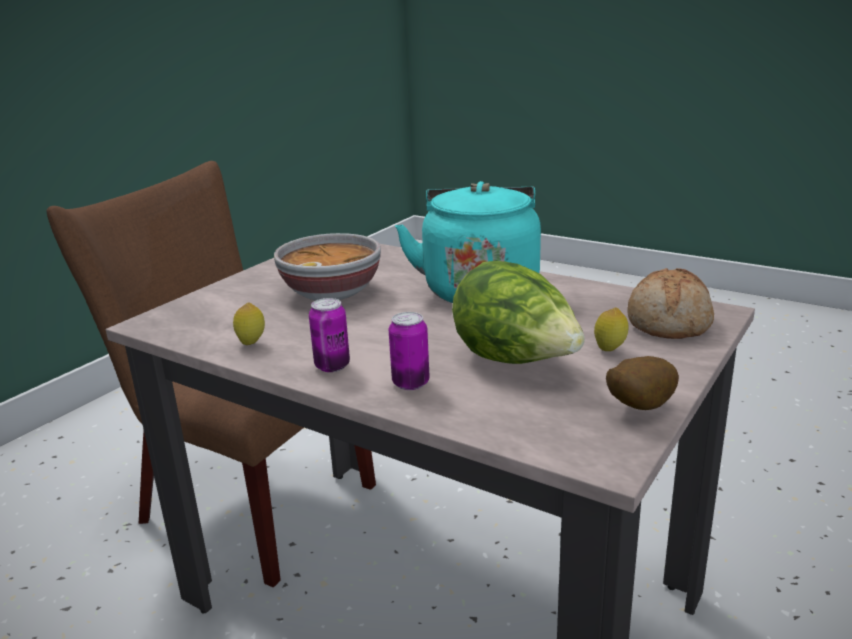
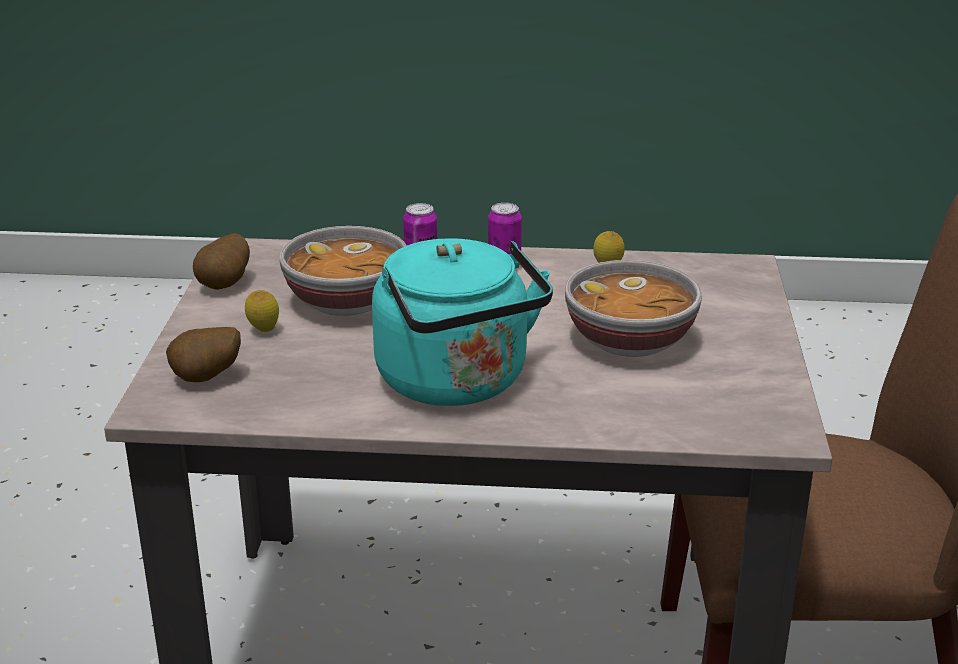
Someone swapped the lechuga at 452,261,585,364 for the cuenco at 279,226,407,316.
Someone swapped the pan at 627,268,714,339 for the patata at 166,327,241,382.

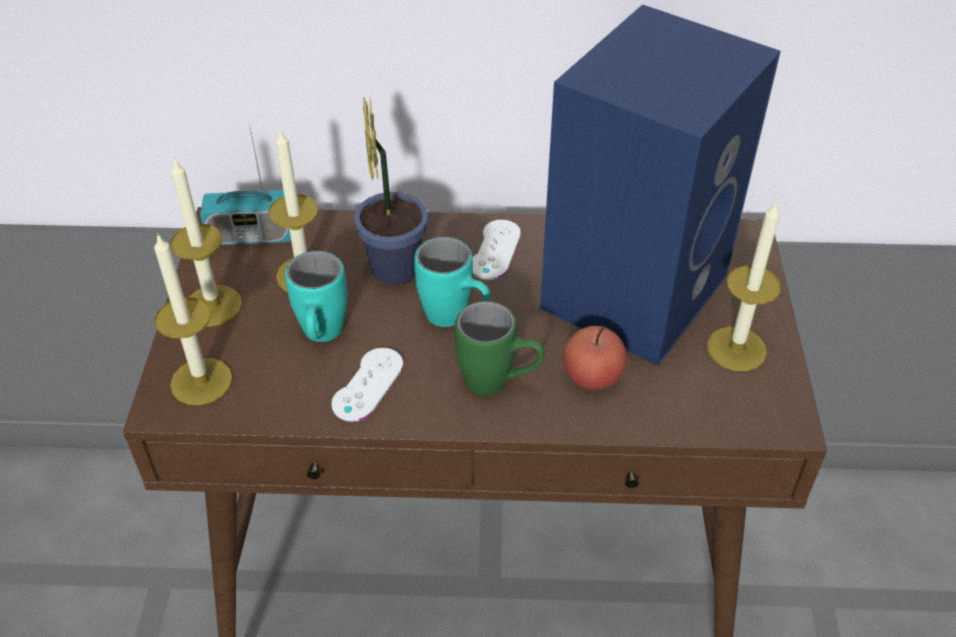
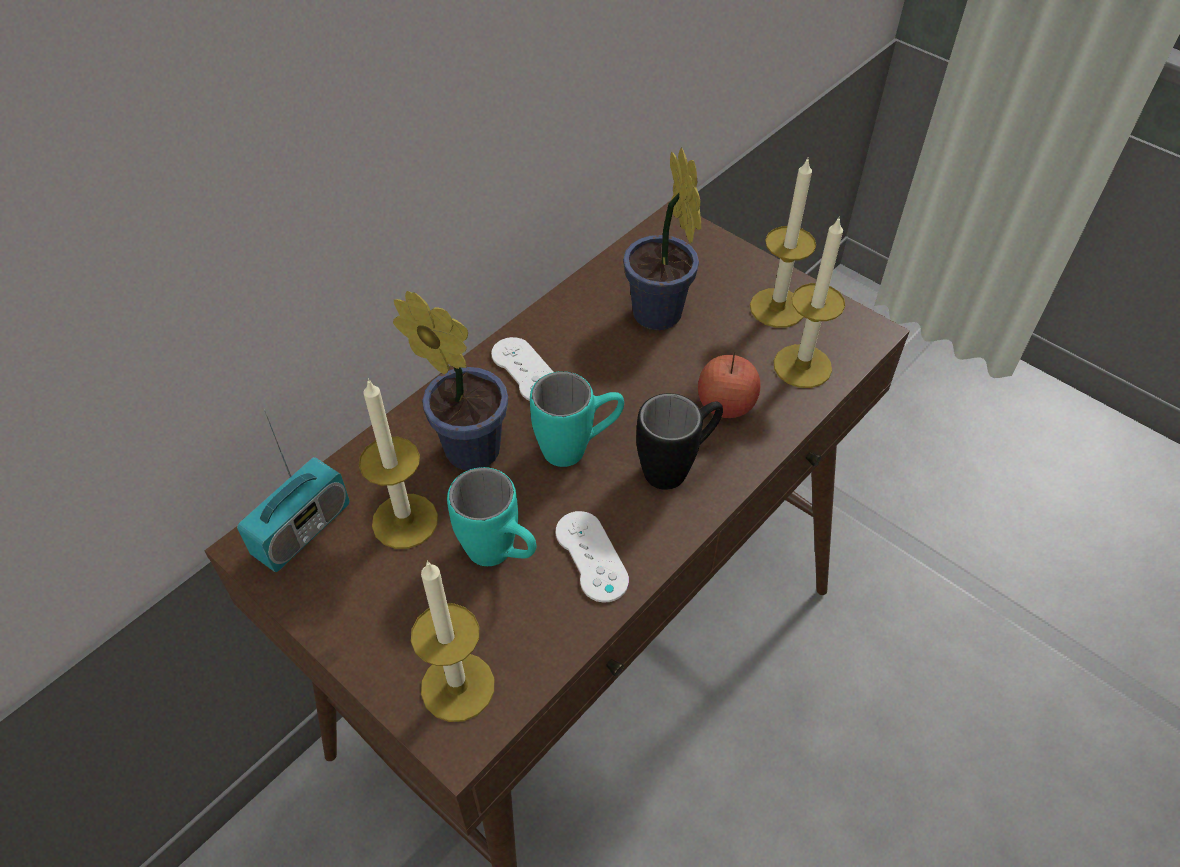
Someone swapped the altavoz/azul at 540,4,781,366 for the planta en maceta at 623,147,701,330.
Someone carried the vela from 170,157,242,327 to 773,216,845,388.
Someone repainted the taza grande/verde at 455,301,545,395, which became the taza grande/negro at 636,393,723,490.

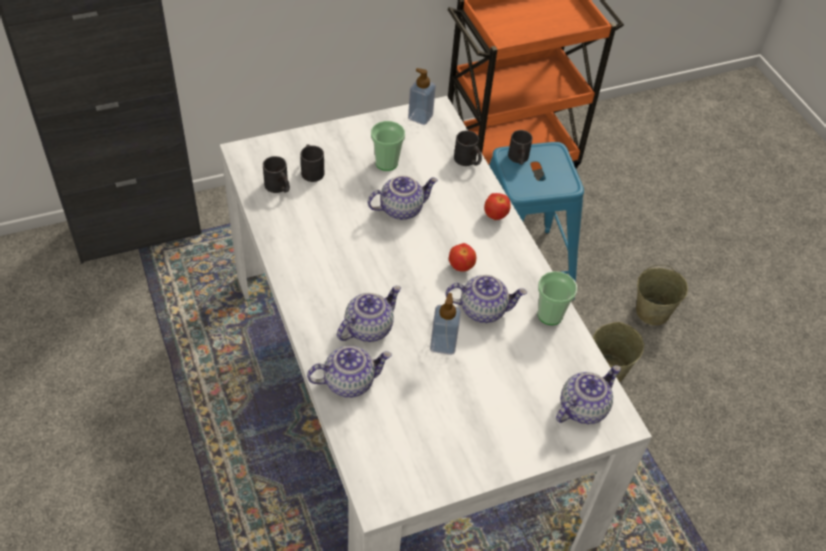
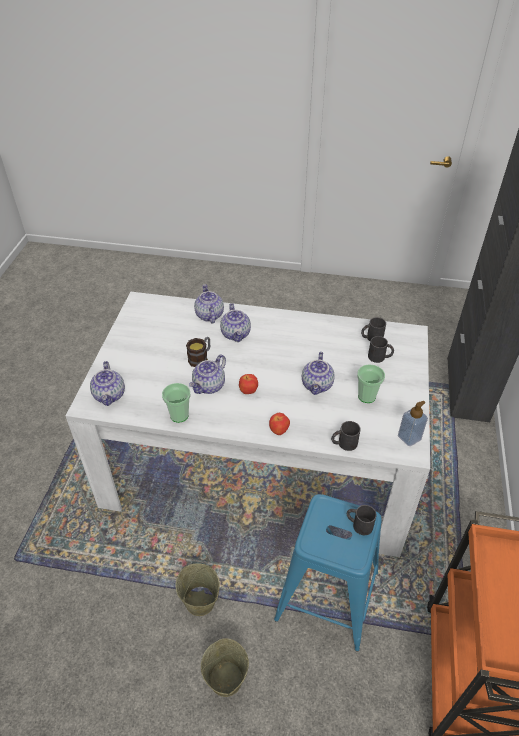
Someone swapped the dispensador de jabón at 430,293,461,355 for the taza grande at 186,337,210,367.
Someone rotated the tetera at 307,346,392,398 by 150 degrees clockwise.

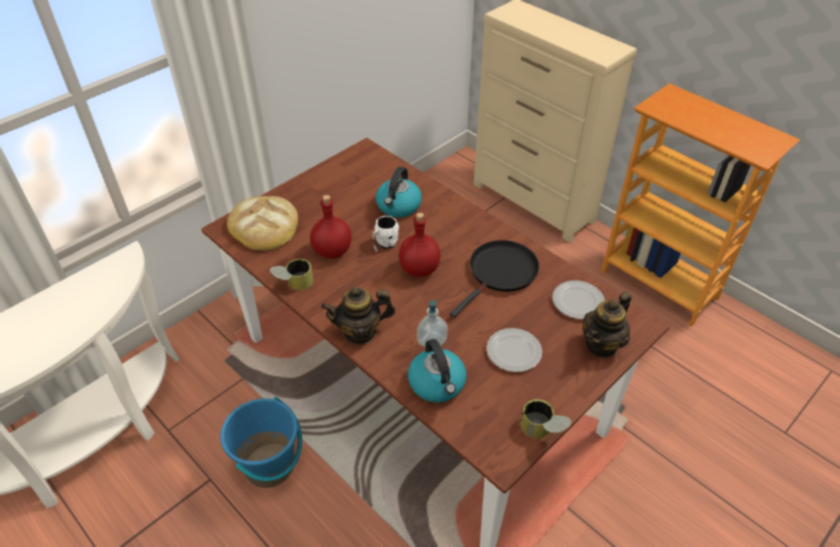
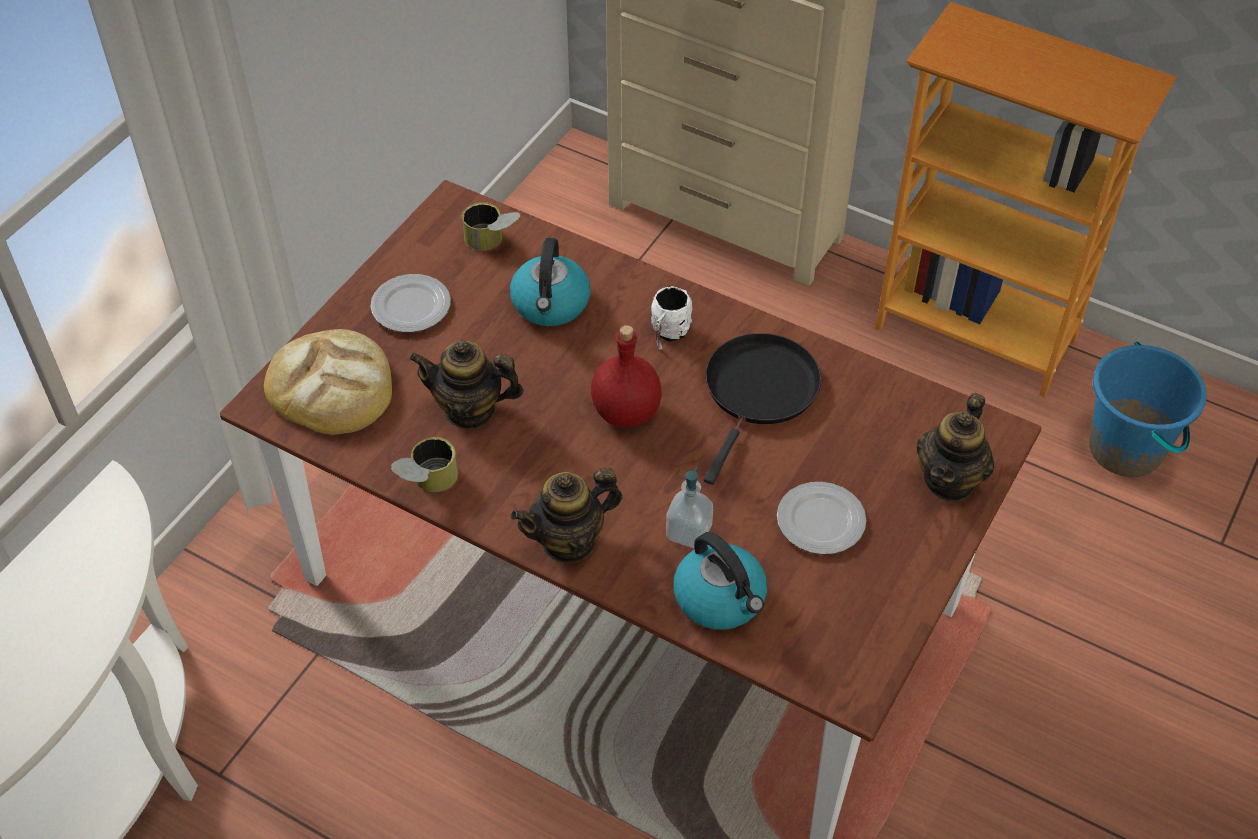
Someone swapped the botella/rojo at 310,195,352,258 for the tetera at 409,340,524,429.
Someone carried the taza grande/blanco from 372,216,399,252 to 651,286,693,349.
Someone carried the plato from 552,281,605,319 to 370,274,451,332.
Someone carried the cubo/azul from 220,397,302,488 to 1089,341,1207,477.
Someone carried the lata from 521,399,571,438 to 462,202,520,251.

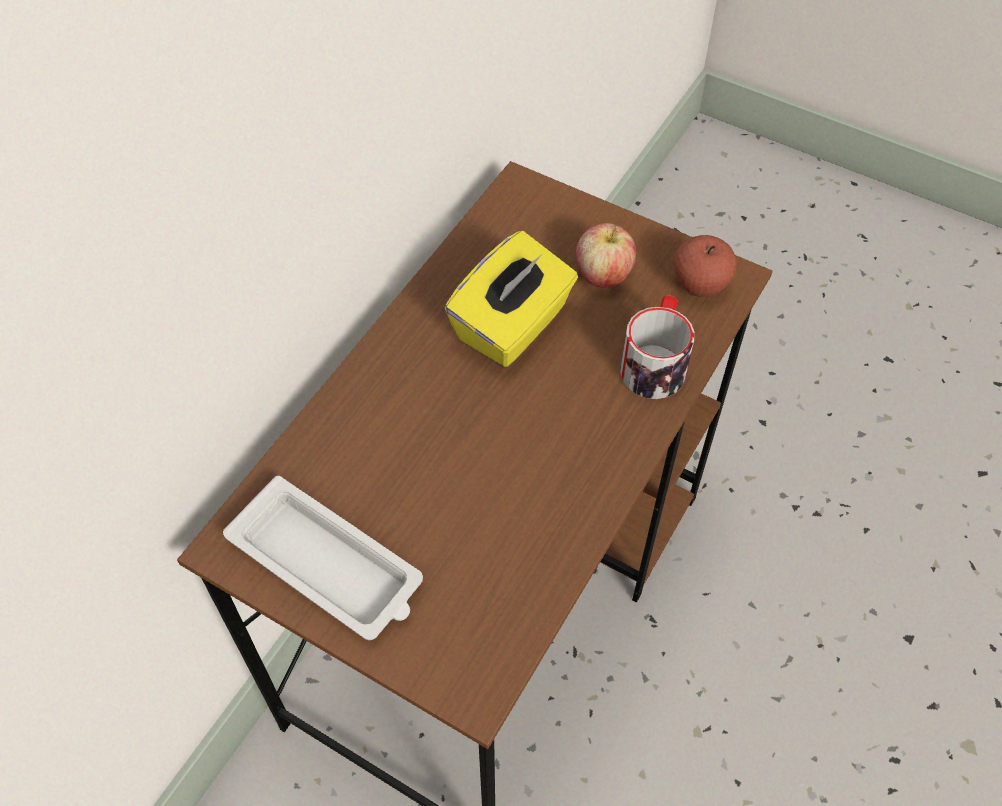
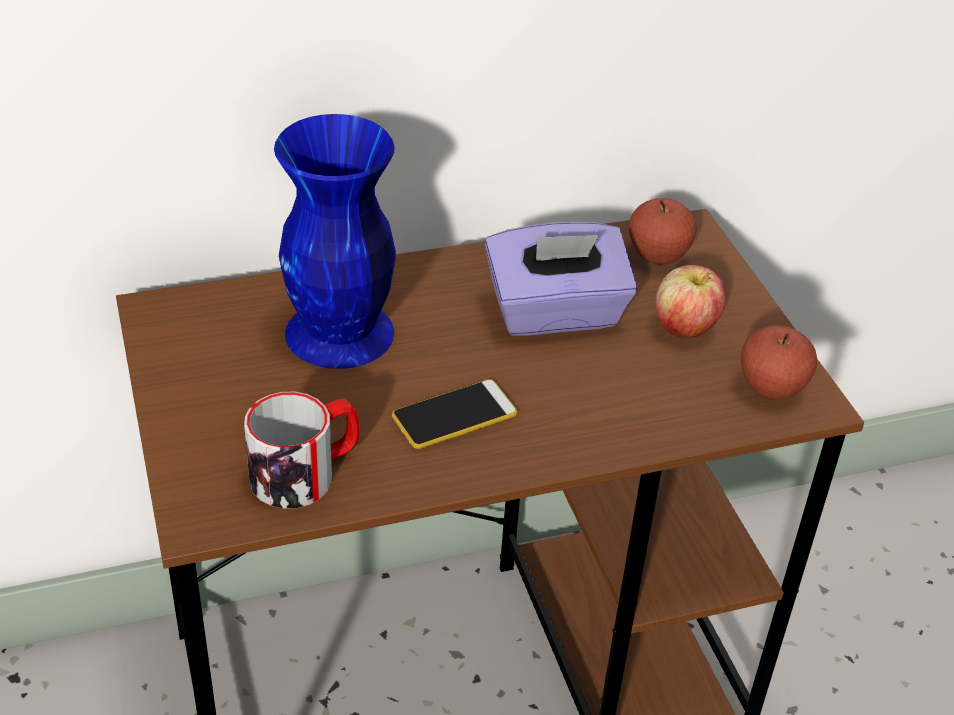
Someone repainted the caja de pañuelos/amarillo at 445,231,578,367, which became the caja de pañuelos/morado at 484,222,637,336.
Someone carried the taza grande from 621,295,695,399 to 244,392,360,509.
Someone took away the bandeja/blanco at 223,476,423,640.
Someone put down the florero/azul at 274,114,396,369.
Someone put down the manzana at 629,198,697,265.
Someone put down the móvil at 392,379,518,449.

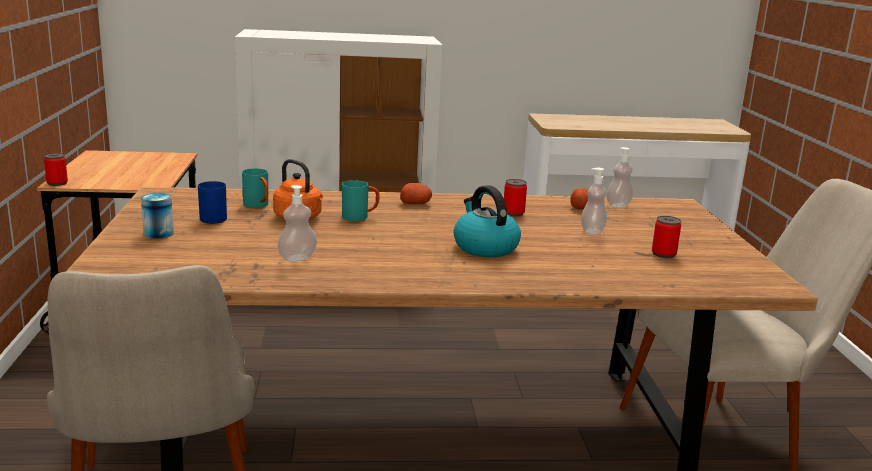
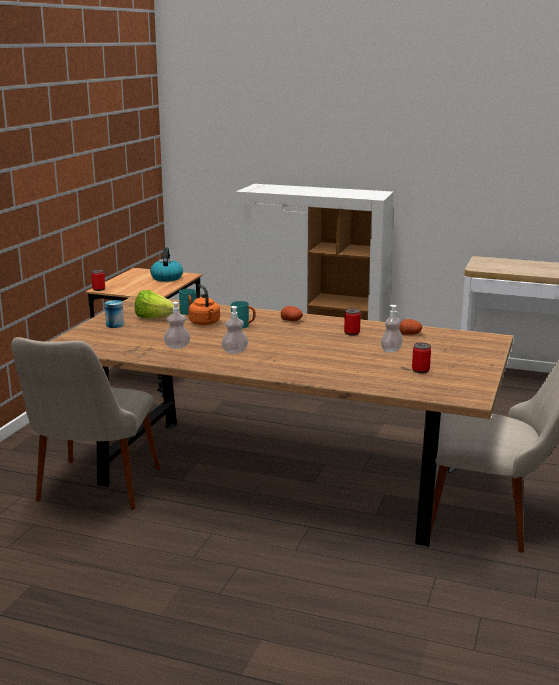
Someone carried the dispensador de jabón from 606,147,634,208 to 222,306,248,354.
Someone swapped the taza grande/azul at 198,181,227,224 for the lechuga at 135,290,180,319.
Someone carried the hervidor from 454,185,521,257 to 150,248,183,282.

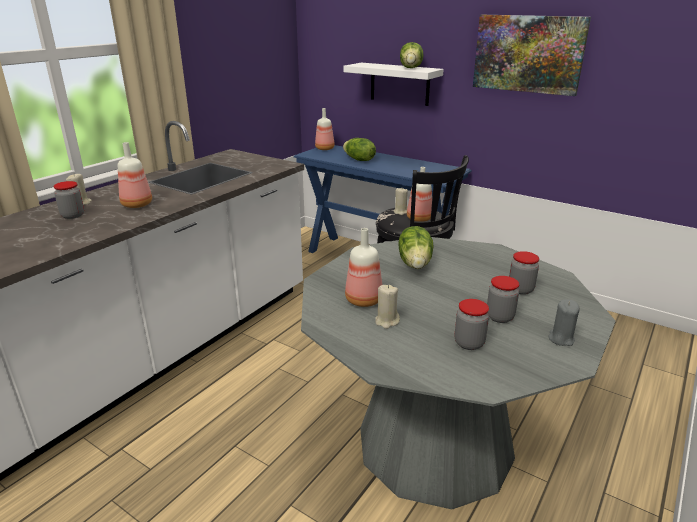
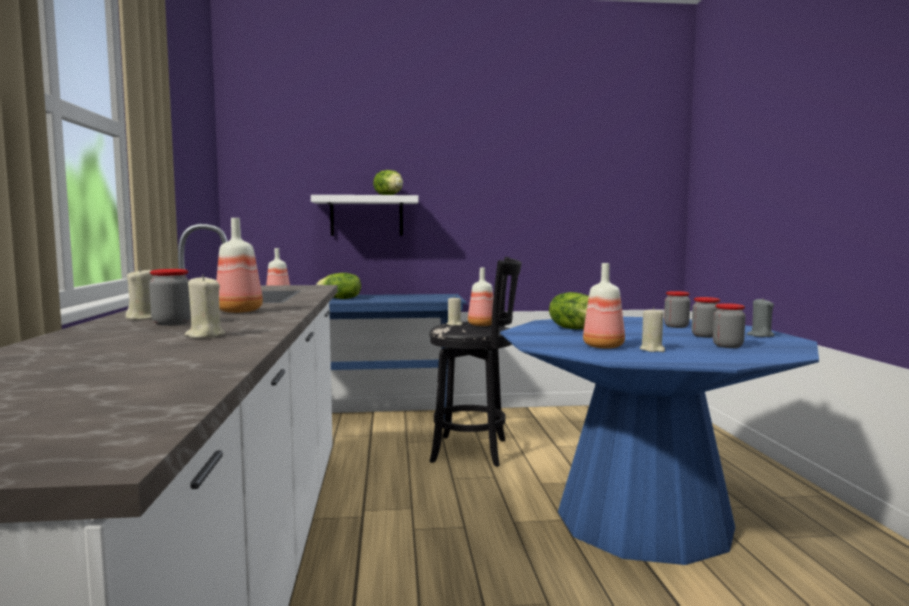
Someone took away the cuadro at 473,15,591,96.
Someone repainted the mesa de comedor/gris at 301,237,616,509, which became the mesa de comedor/azul at 500,317,819,565.
Someone put down the vela/beis at 184,275,225,338.

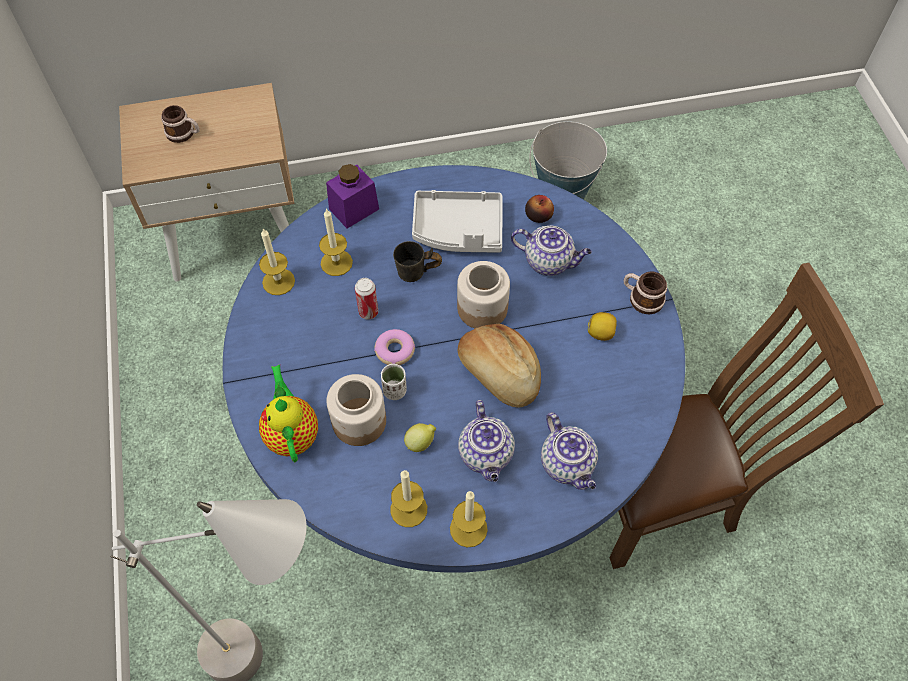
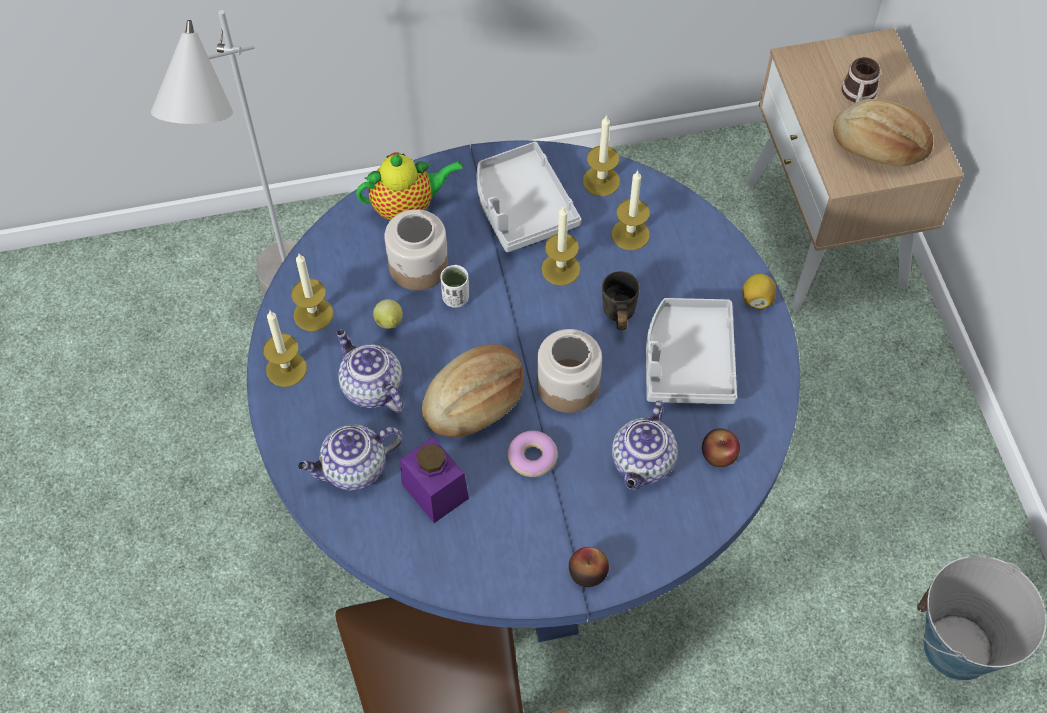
Someone carried the tarro/morado from 326,164,379,229 to 400,437,469,523.
Someone swapped the taza grande at 624,271,667,315 for the manzana at 569,547,609,587.
Someone swapped the lata at 355,278,378,319 for the vela at 541,206,580,286.
Someone carried the limón from 588,312,617,341 to 742,274,776,309.
Someone carried the rosquilla from 374,329,415,365 to 507,431,558,477.
Someone rotated the tetera at 458,400,515,482 by 60 degrees clockwise.
Someone put down the pan at 833,99,933,167.
Someone put down the bandeja/gris at 477,142,581,252.

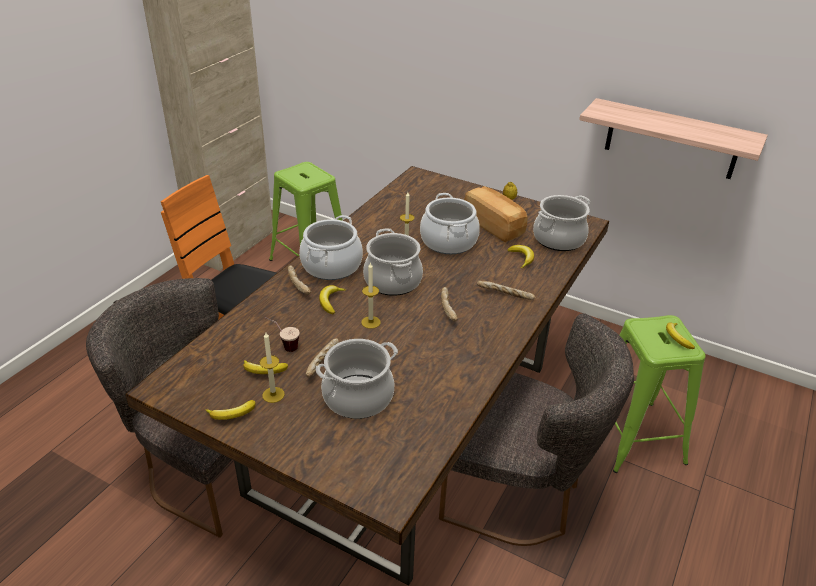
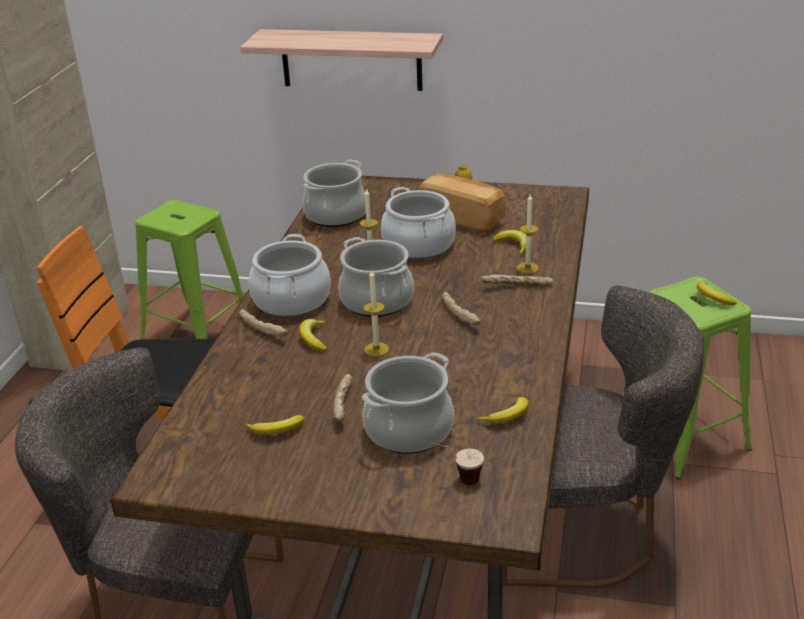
Someone carried the estante from 579,98,768,179 to 240,29,443,91.
Someone carried the olla from 533,195,590,251 to 302,160,366,227.
Someone carried the taza from 265,317,300,352 to 431,443,484,485.
Someone carried the vela from 260,332,285,403 to 517,194,539,274.
Someone carried the plátano from 206,400,255,420 to 476,397,529,424.

